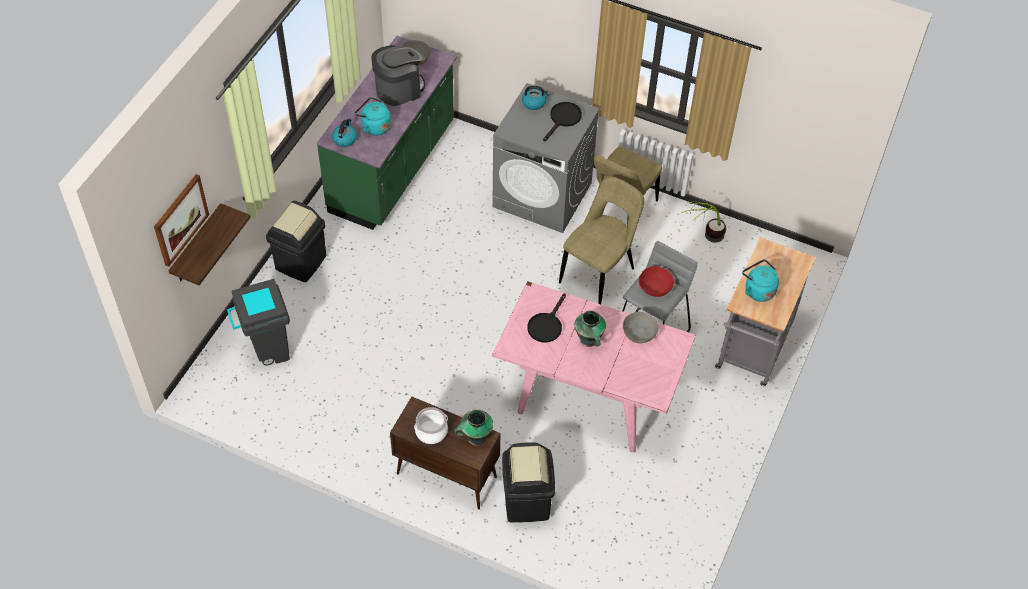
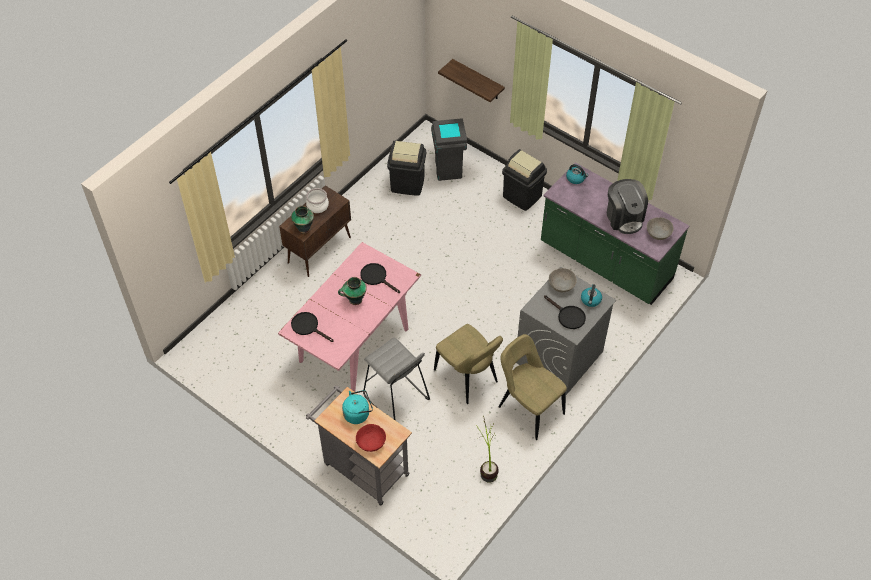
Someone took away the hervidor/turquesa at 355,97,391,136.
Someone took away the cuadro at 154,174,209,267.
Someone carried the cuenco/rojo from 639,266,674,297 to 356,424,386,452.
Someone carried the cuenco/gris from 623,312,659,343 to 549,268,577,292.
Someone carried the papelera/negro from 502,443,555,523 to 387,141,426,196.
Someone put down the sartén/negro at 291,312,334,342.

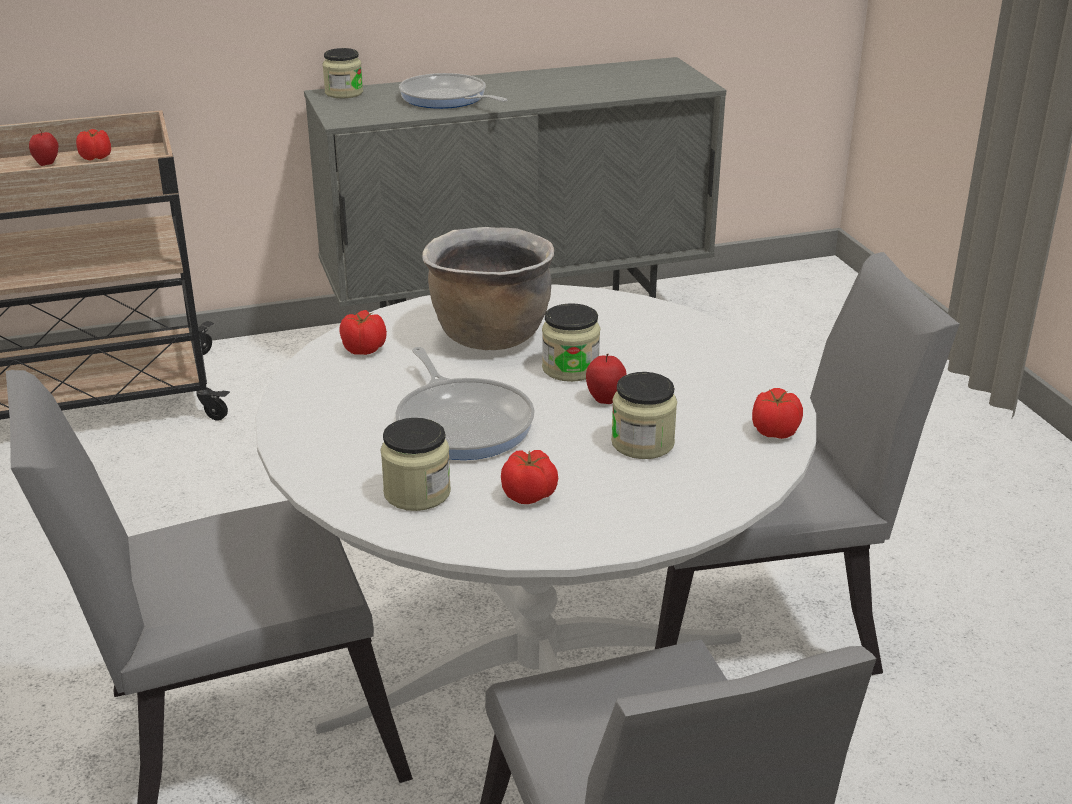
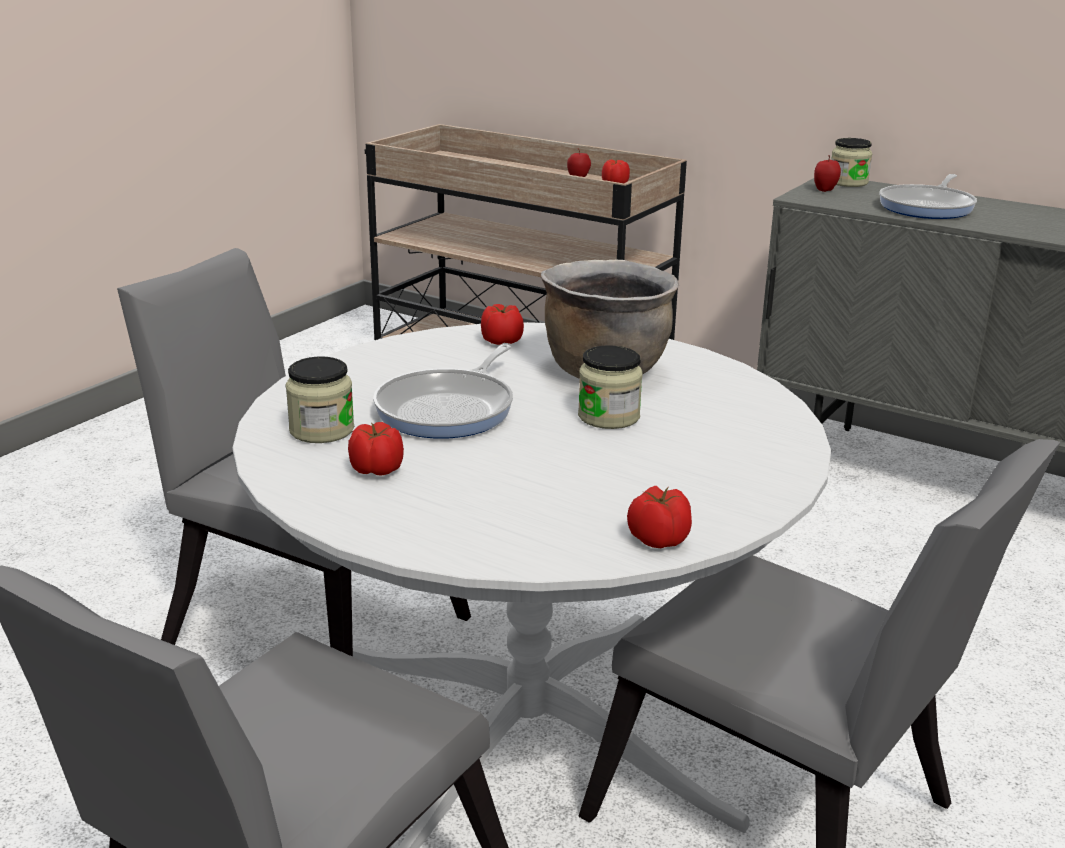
Someone rotated the sartén at 399,73,507,109 by 150 degrees counterclockwise.
Someone carried the manzana from 586,354,627,404 to 814,155,841,192.
Someone took away the tarro at 611,372,677,459.

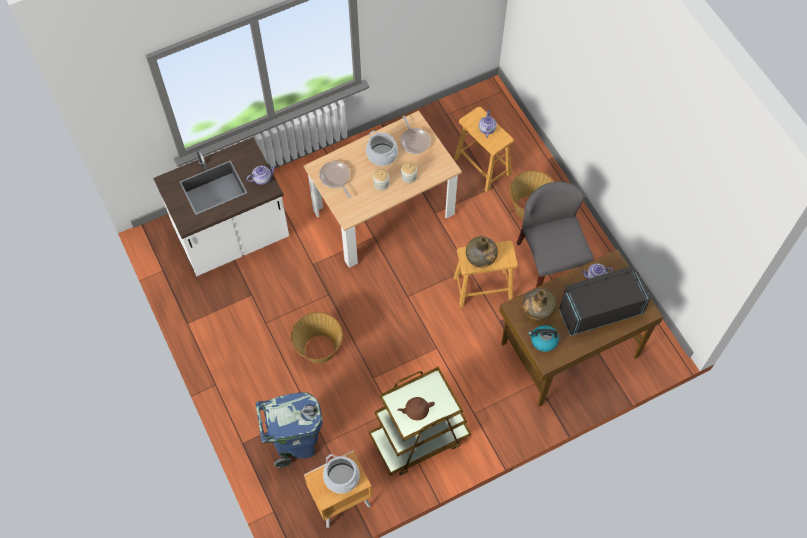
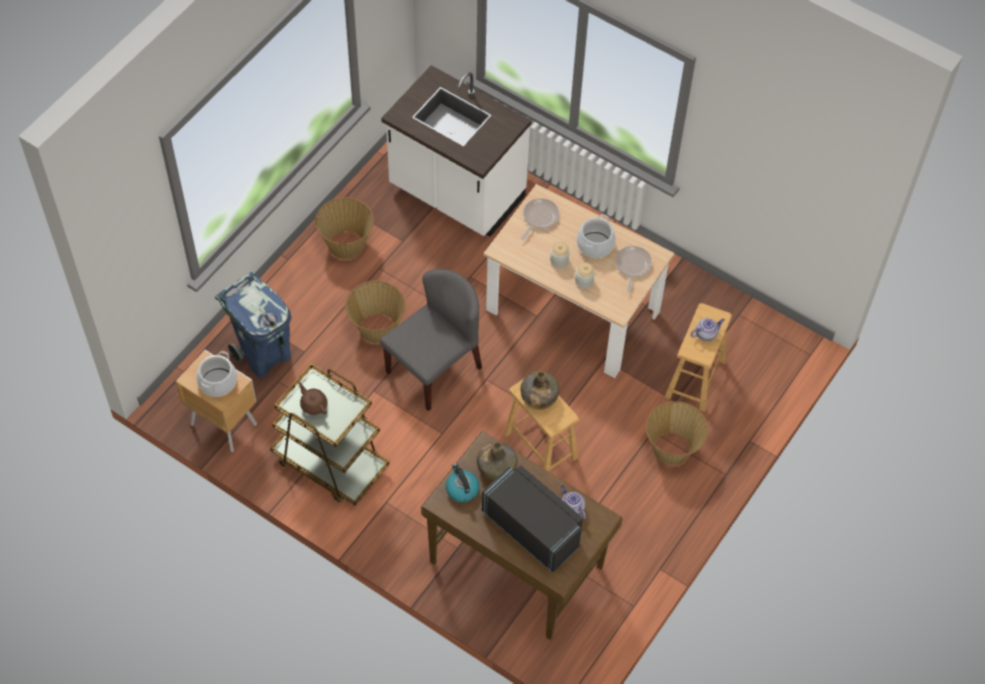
Someone rotated the sartén at 400,116,430,154 by 150 degrees clockwise.
Someone took away the tetera at 246,166,276,185.
Someone carried the silla/gris from 517,181,594,287 to 380,269,482,411.
Someone put down the cesta at 315,197,374,259.

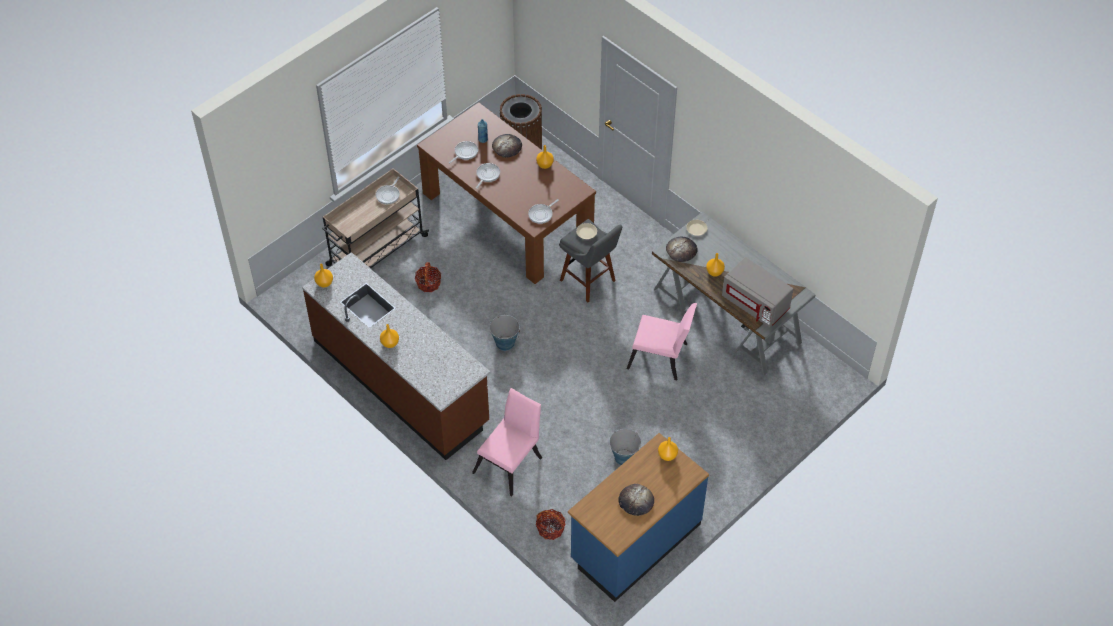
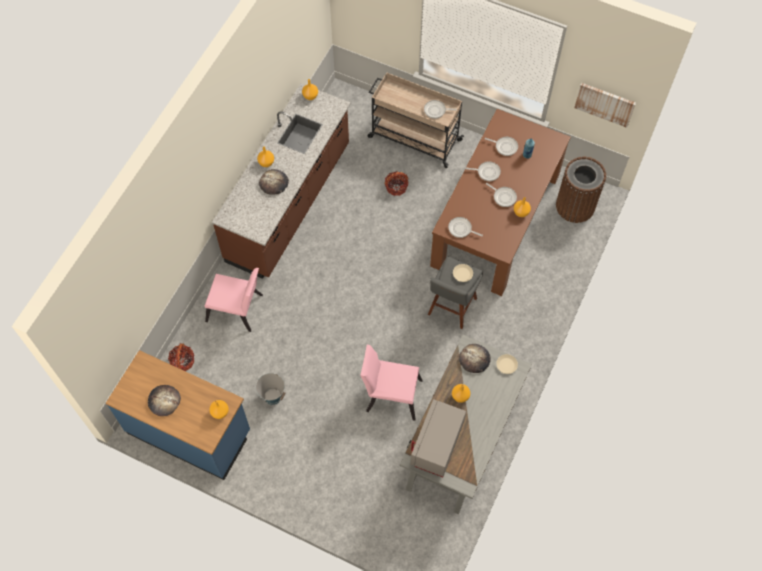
Someone carried the pan from 492,134,522,158 to 259,169,289,195.
Someone rotated the silla/rosa at 627,303,697,380 by 105 degrees clockwise.
Someone took away the cubo at 490,315,520,351.
Someone put up the cuadro at 574,83,636,128.
Someone put down the sartén at 486,183,517,207.

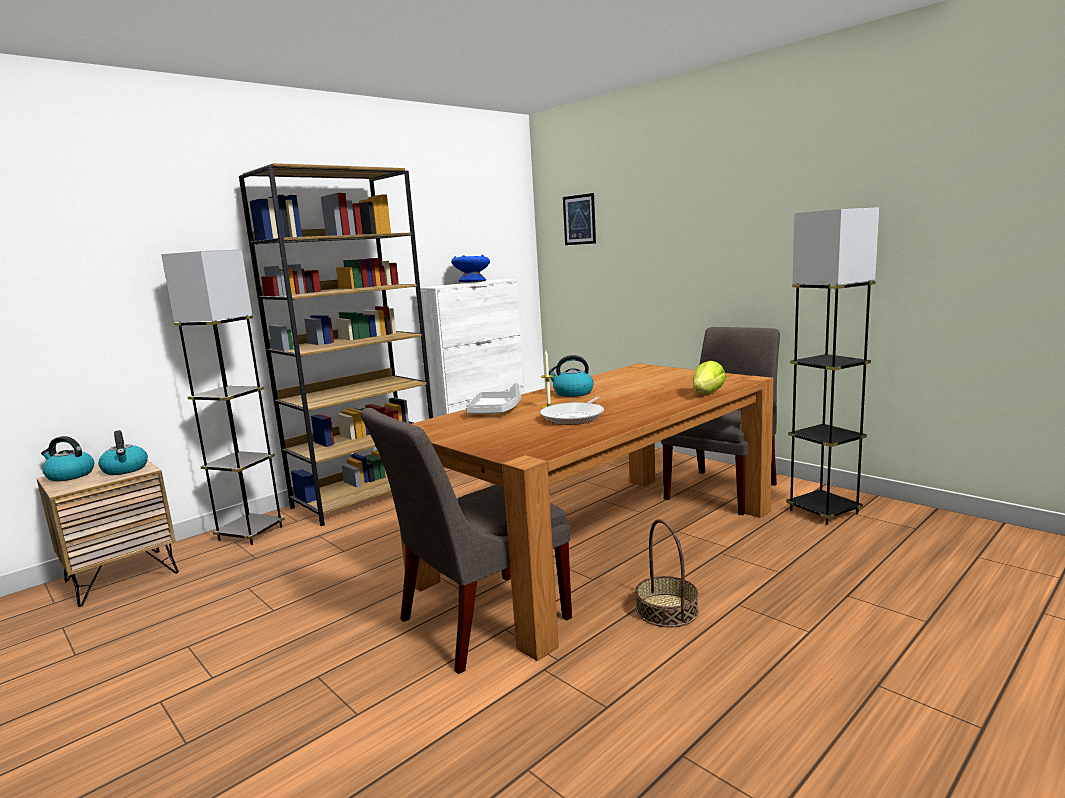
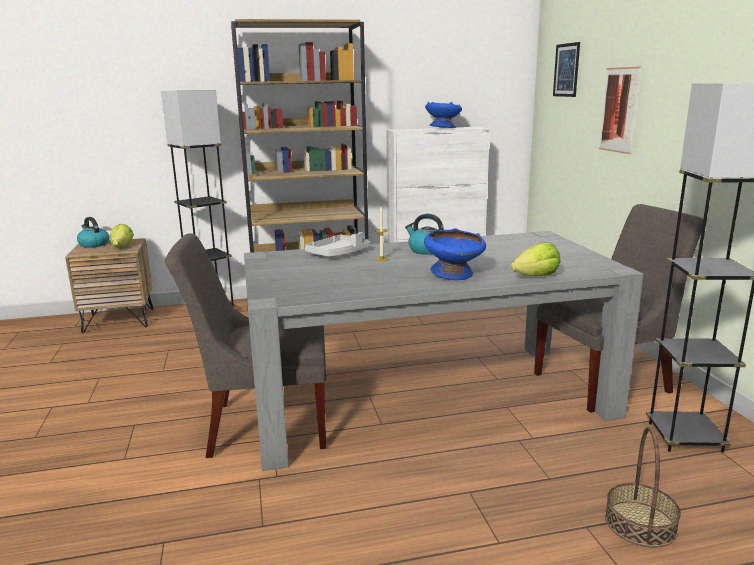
Someone repainted the mesa de comedor/marrón at 400,363,773,661, which became the mesa de comedor/gris at 244,231,644,471.
Someone took away the sartén at 540,396,604,425.
Someone swapped the hervidor at 98,430,148,475 for the lechuga at 111,224,134,248.
Someone carried the cesta from 635,519,699,628 to 605,427,681,548.
Someone put up the cuadro at 599,67,641,154.
Someone put down the cuenco/azul at 424,228,486,280.

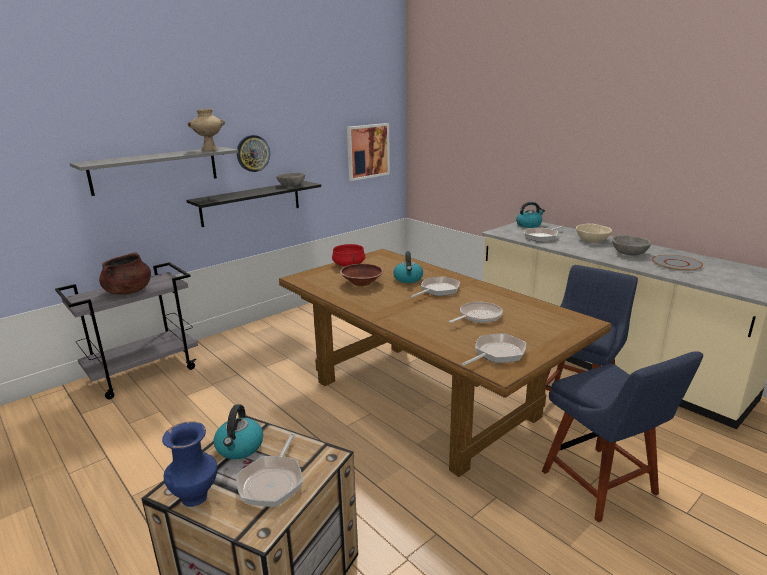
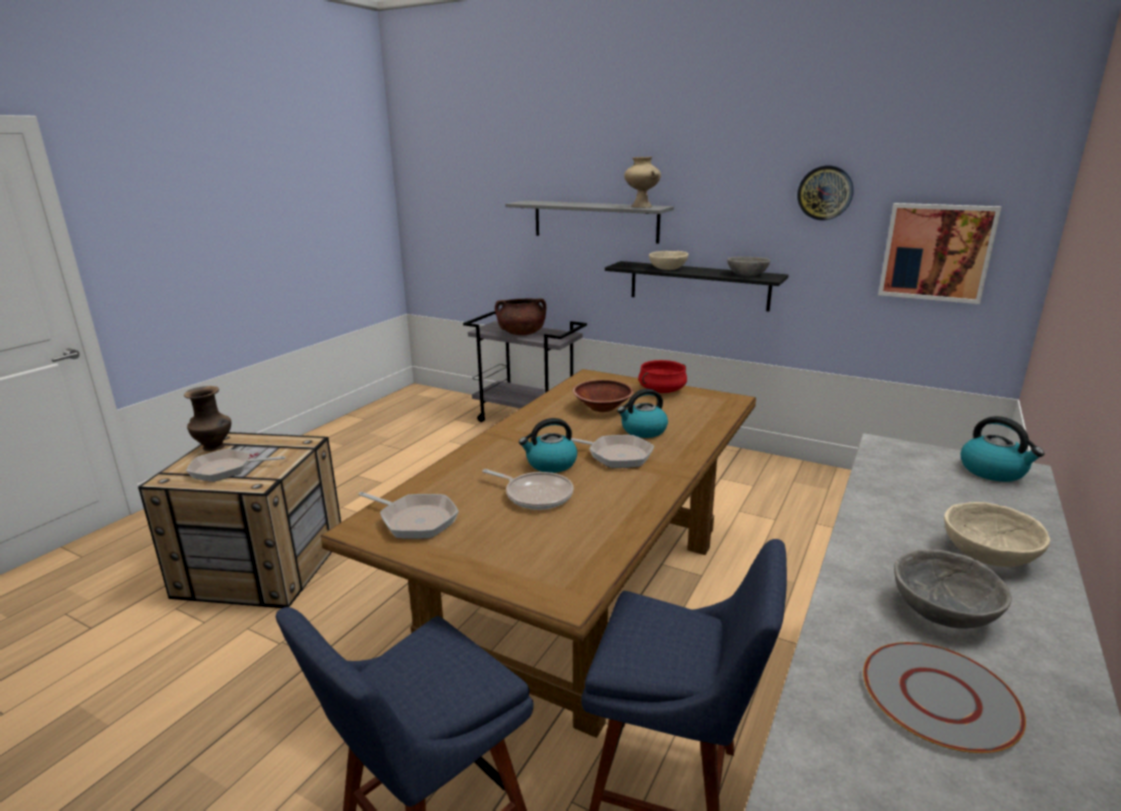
Someone carried the reloj de pared from 237,135,270,172 to 797,165,854,221.
Someone took away the sartén at 524,226,564,242.
Someone carried the hervidor from 214,405,263,459 to 519,418,577,473.
Someone repainted the florero/azul at 162,421,218,507, which became the florero/marrón at 184,386,231,451.
Someone put down the cuenco/beis at 649,251,688,270.

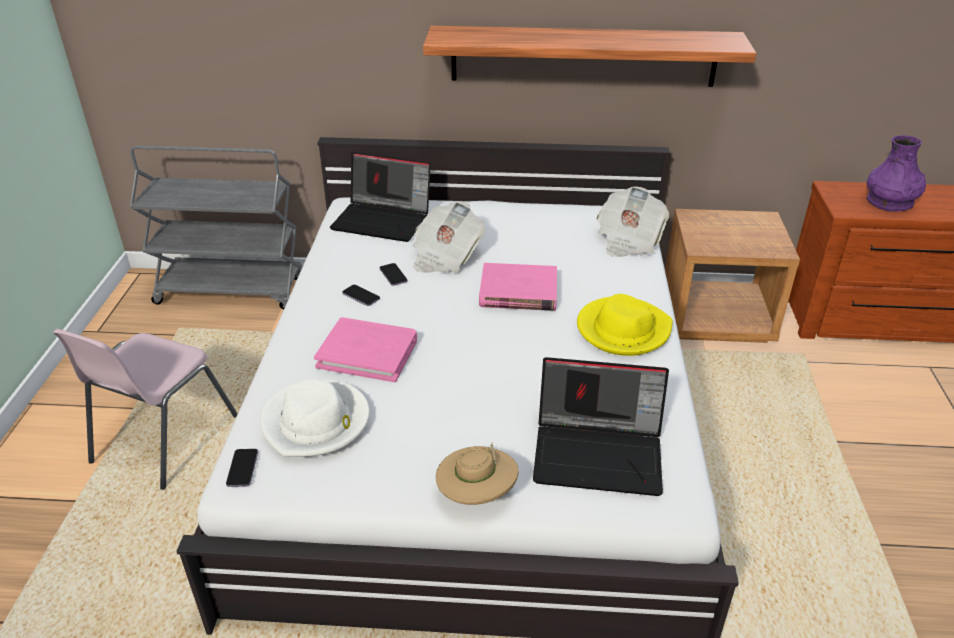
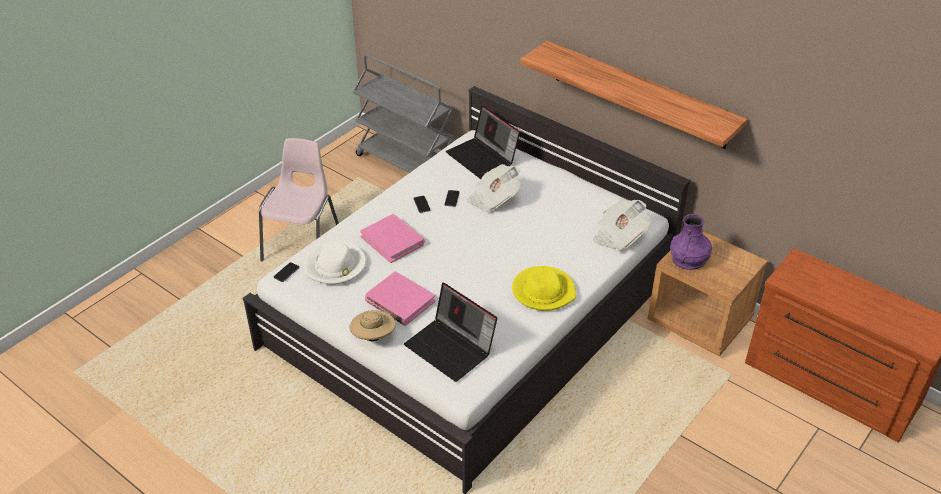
Someone carried the florero/morado from 867,135,926,211 to 670,214,712,270.
Someone carried the libro/rosa from 479,263,557,311 to 365,271,435,326.
Someone rotated the silla/rosa at 53,329,238,490 by 135 degrees clockwise.

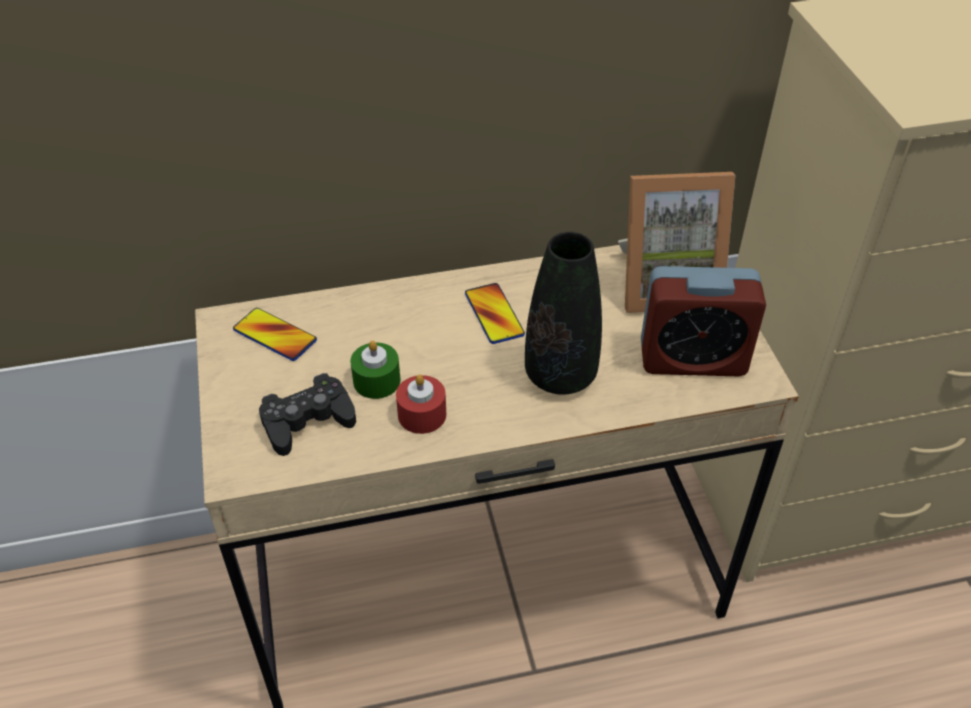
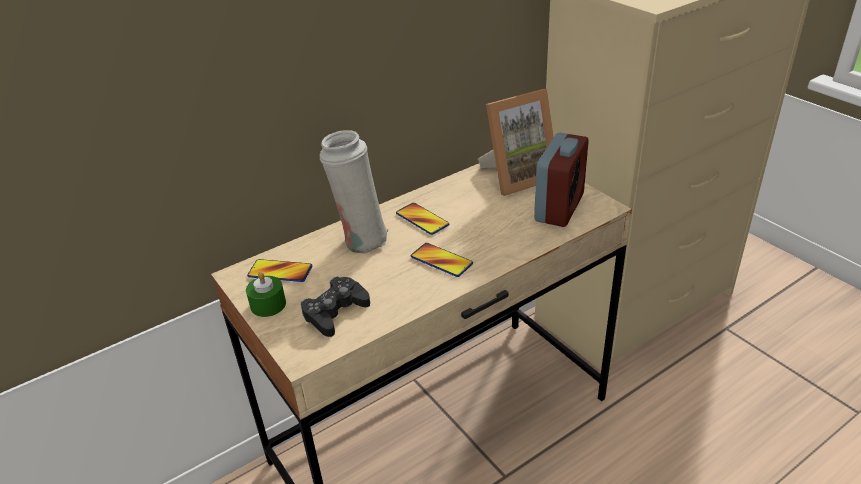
Someone took away the florero/negro at 525,232,602,395.
Someone rotated the despertador at 641,266,766,376 by 45 degrees counterclockwise.
Someone carried the vela/verde from 350,341,400,399 to 246,271,286,317.
Someone took away the vela/rojo at 396,375,446,434.
Someone put down the florero/blanco at 320,130,388,254.
Someone put down the móvil at 411,243,473,277.

